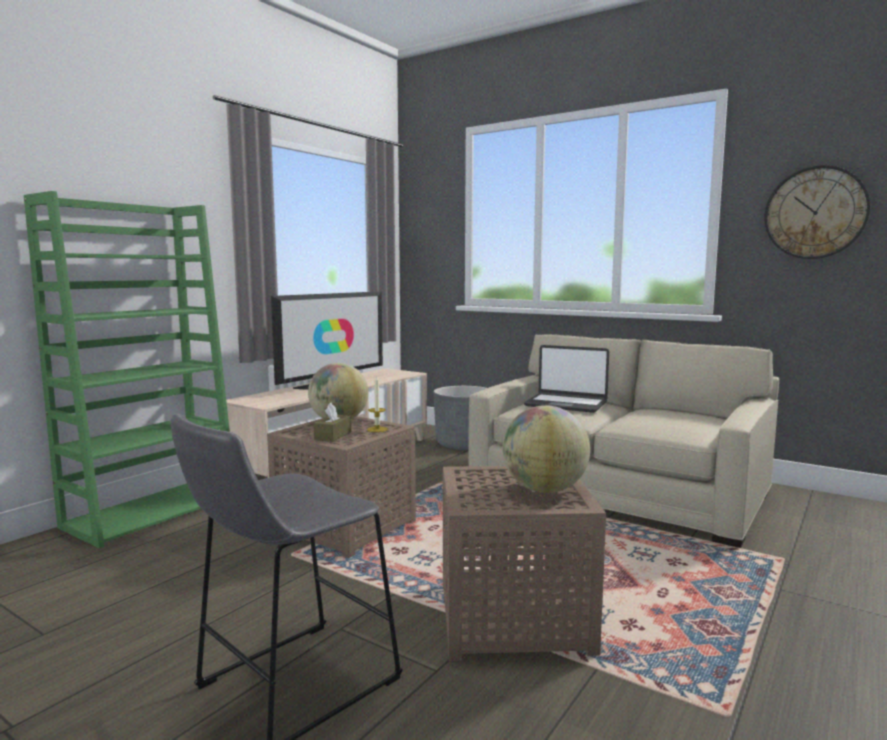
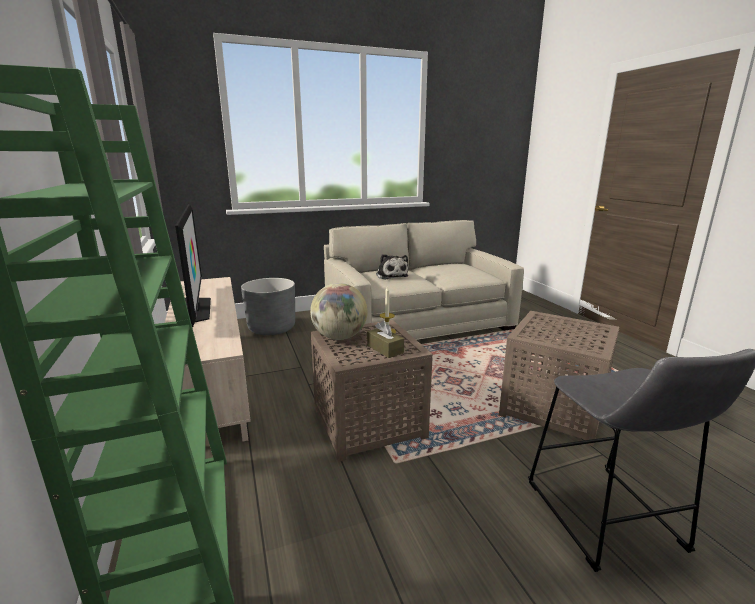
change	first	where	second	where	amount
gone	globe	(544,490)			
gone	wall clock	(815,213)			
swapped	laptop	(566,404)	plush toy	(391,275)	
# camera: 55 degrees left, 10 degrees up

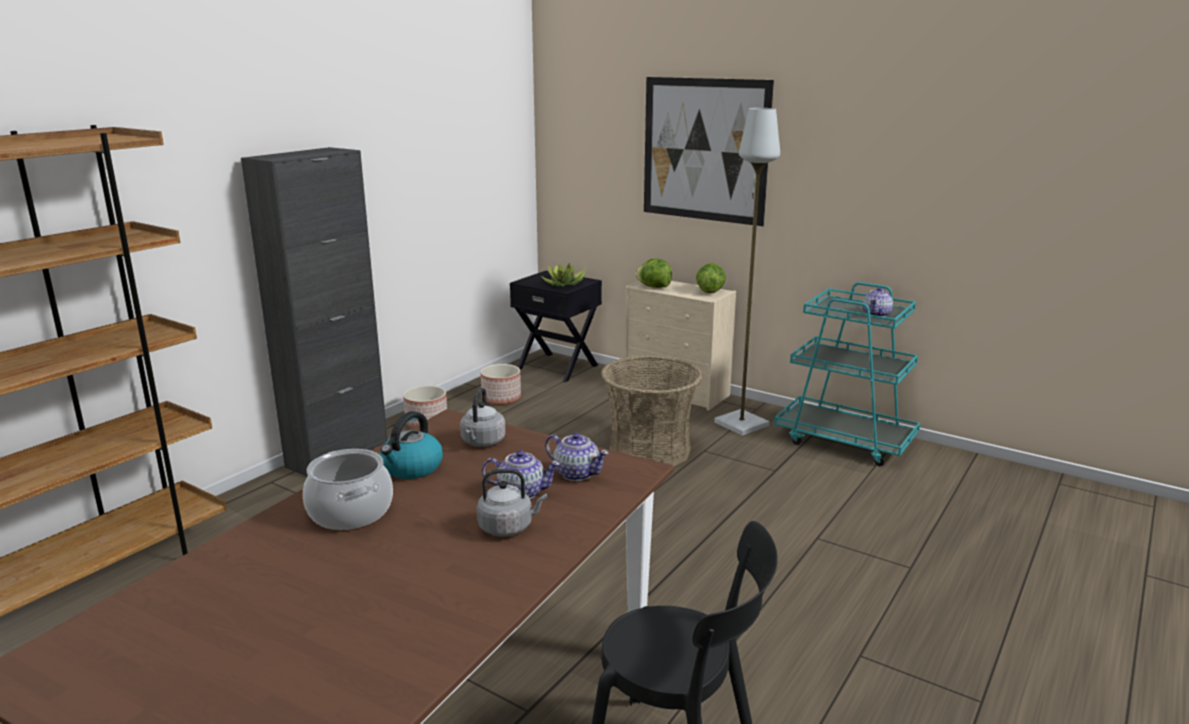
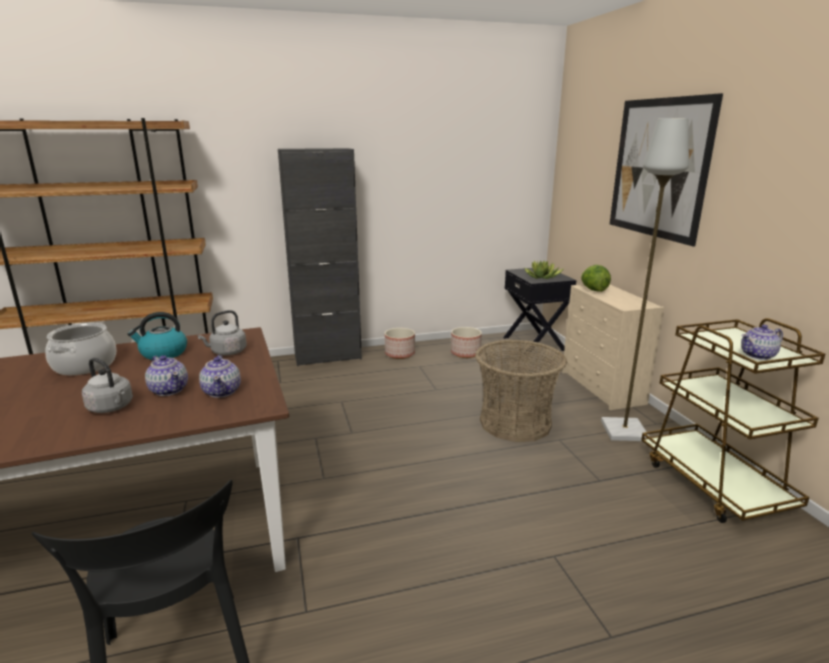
change	first	where	second	where	amount
gone	lettuce	(710,292)			
repainted	cart (turquoise)	(845,441)	cart (brown)	(713,483)	
# camera: 40 degrees right, 0 degrees up

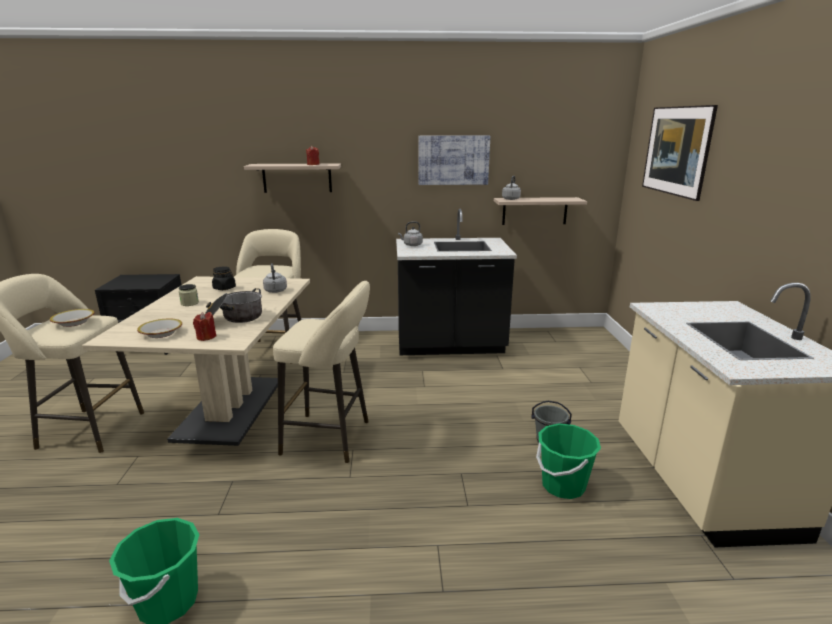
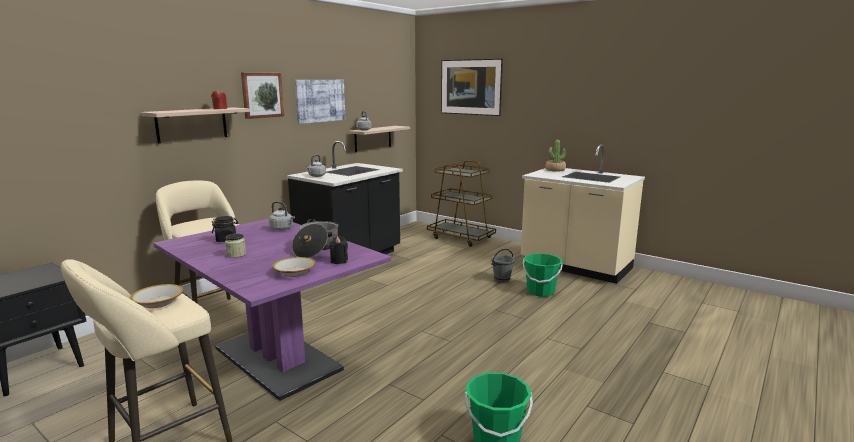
change	first	where	second	where	amount
gone	stool (beige)	(331,438)			
new			picture	(262,95)	
new			cart (brown)	(461,238)	
new			potted plant	(555,170)	
repainted	dining table (beige)	(230,408)	dining table (purple)	(277,359)	
repainted	candle (red)	(206,337)	candle (black)	(339,261)	
# camera: 50 degrees left, 5 degrees down

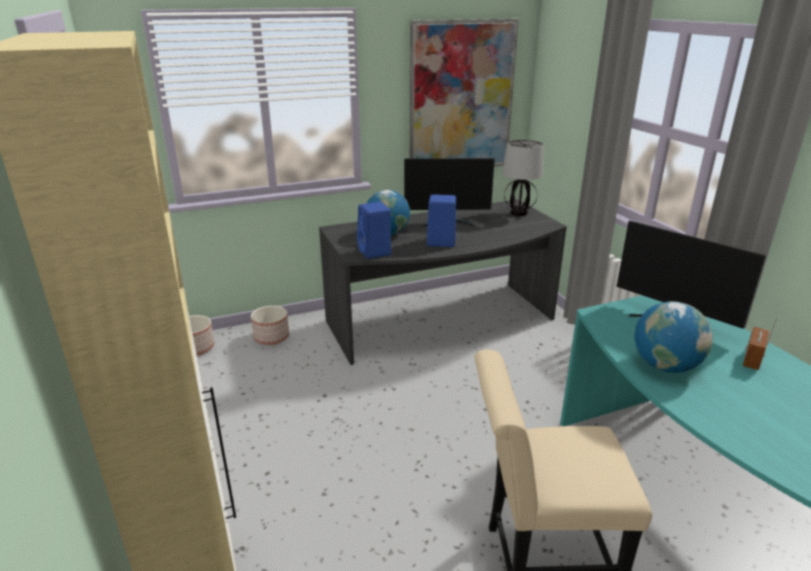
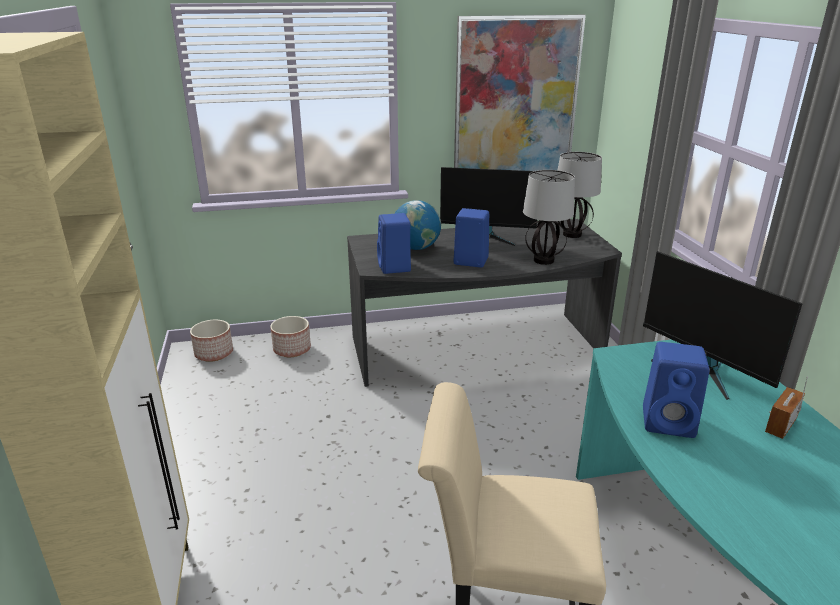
change	first	where	second	where	amount
new			table lamp	(543,260)	
swapped	globe	(665,366)	speaker (blue)	(670,422)	
# camera: 10 degrees right, 0 degrees up

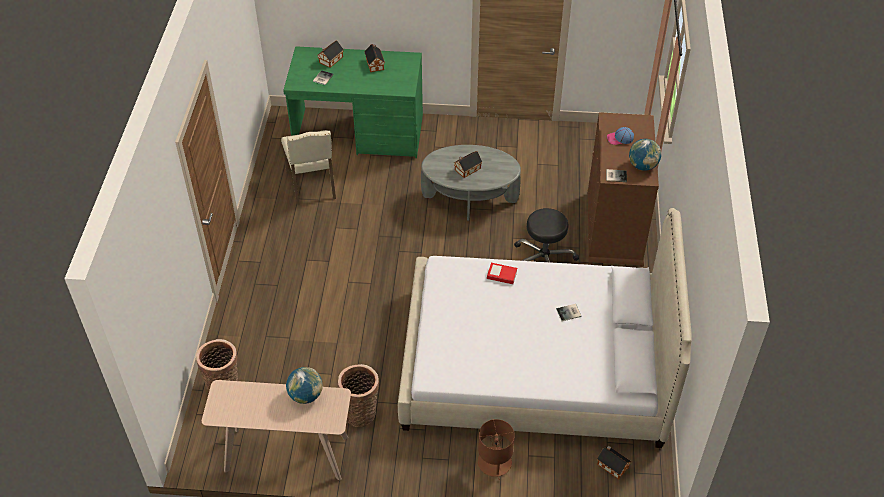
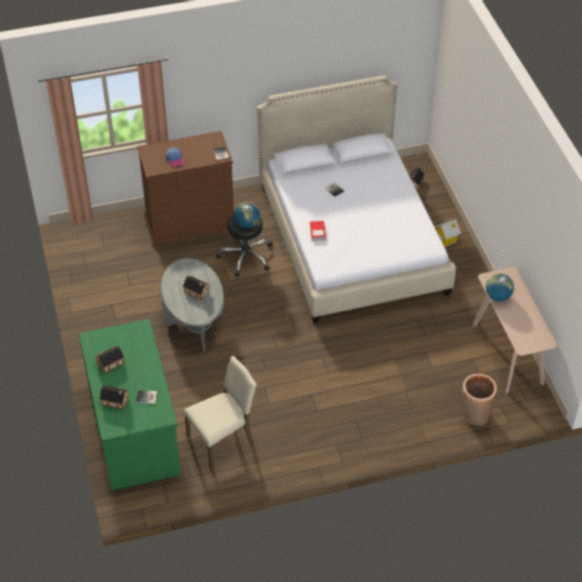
change	first	where	second	where	amount
gone	basket	(361,412)			
shifted	globe	(642,166)		(247,224)	
swapped	table lamp (brown)	(494,462)	toy house	(446,240)	
# camera: 110 degrees left, 0 degrees up

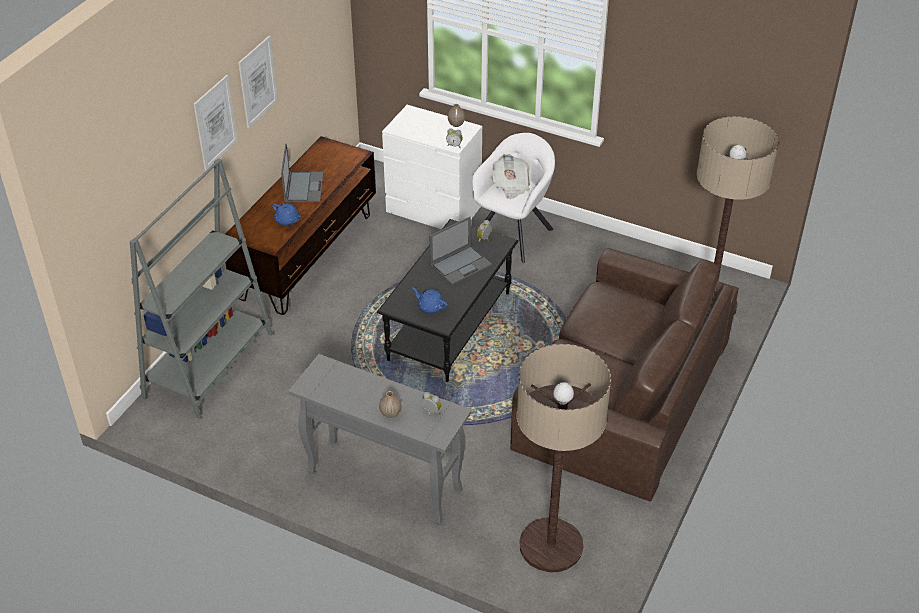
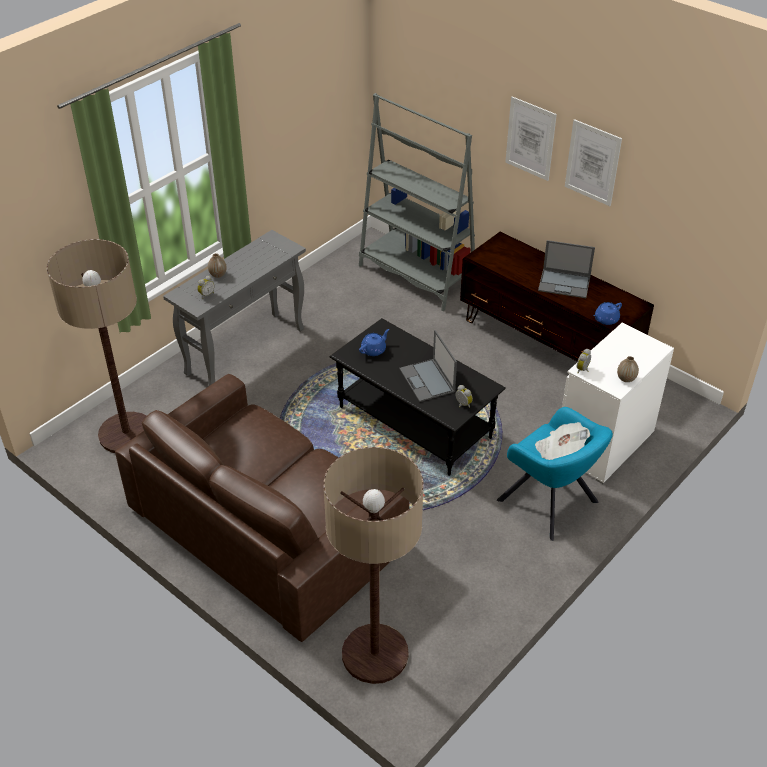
change	first	where	second	where	amount
shifted	teapot (blue)	(287,220)		(606,320)	
repainted	armchair (white)	(513,233)	armchair (turquoise)	(551,503)	
# camera: 105 degrees right, 0 degrees up

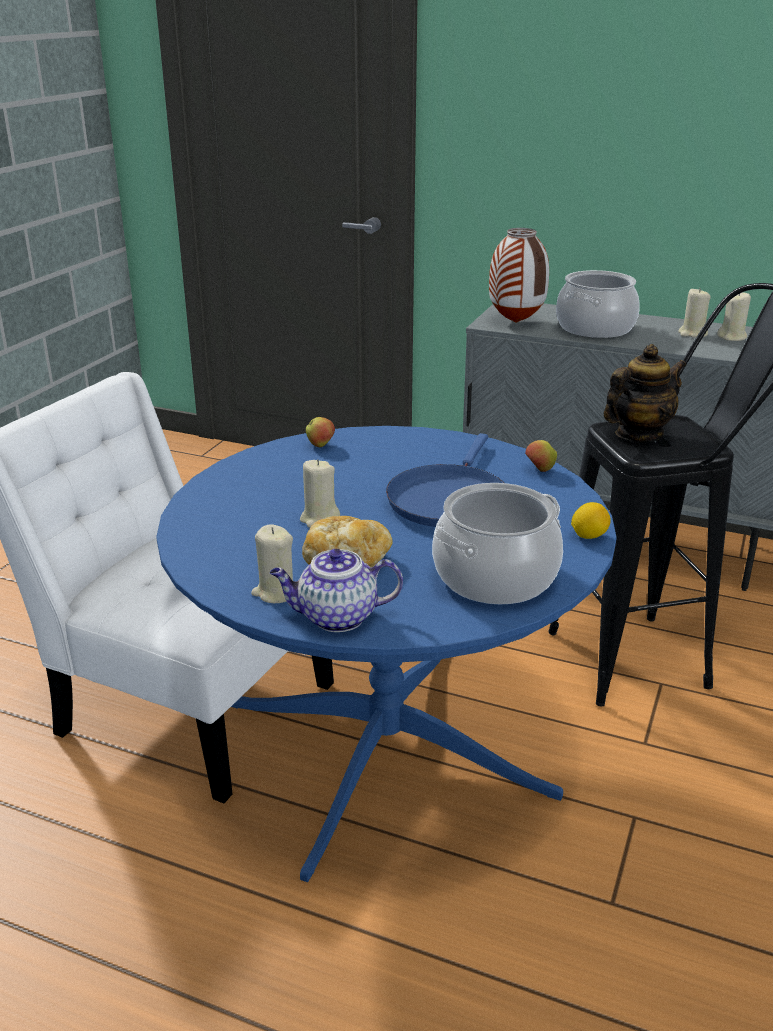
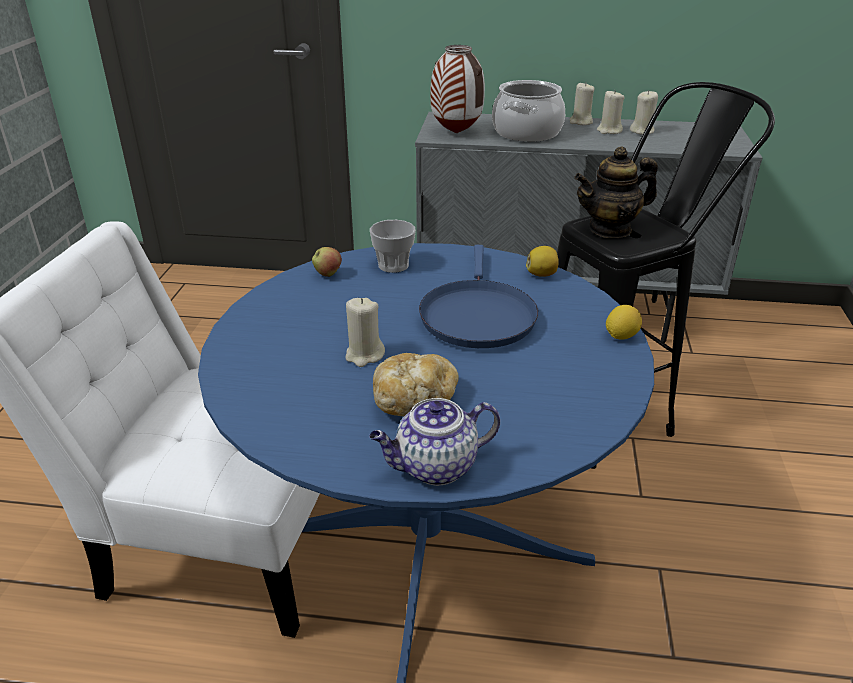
change	first	where	second	where	amount
gone	cooking pot	(495,577)			
new			cup	(393,265)	
shifted	candle (beige)	(275,592)		(580,122)	
swapped	apple	(539,470)	lemon	(542,274)	
rotated	teapot	(638,434)		(610,229)	150 degrees counterclockwise
# camera: 15 degrees left, 5 degrees up

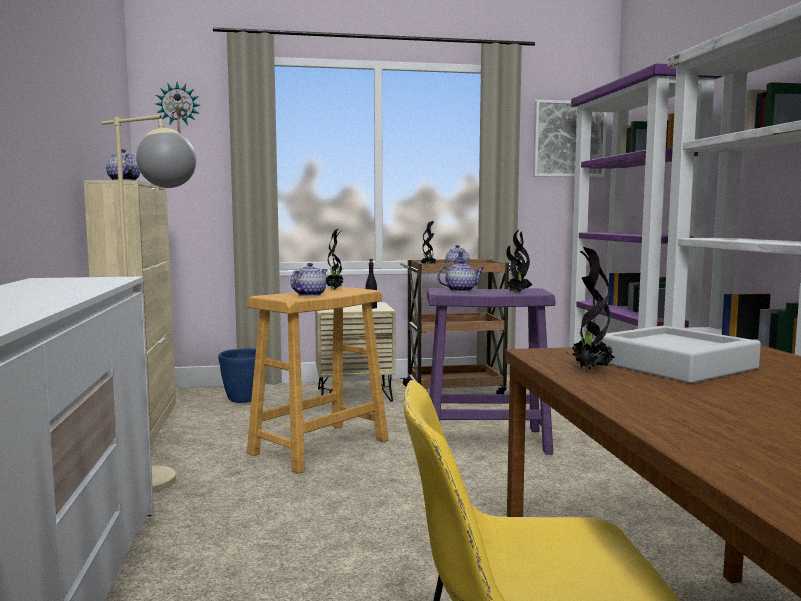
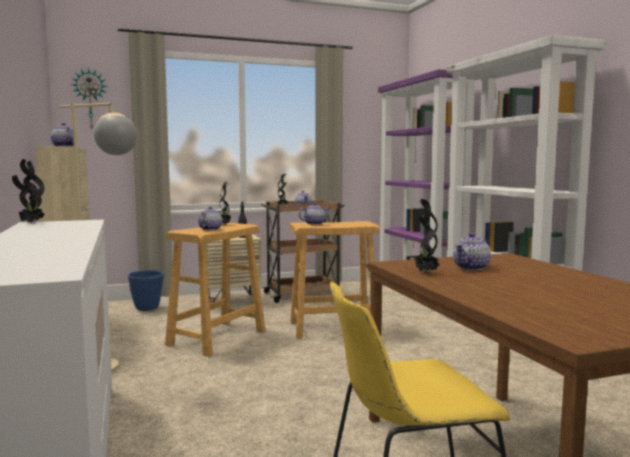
change	first	where	second	where	amount
gone	picture	(568,139)			
shifted	potted plant	(517,293)		(31,223)	
swapped	tray (grey)	(674,365)	teapot	(471,268)	
repainted	stool (purple)	(487,441)	stool (beige)	(334,327)	
# camera: 10 degrees left, 0 degrees up

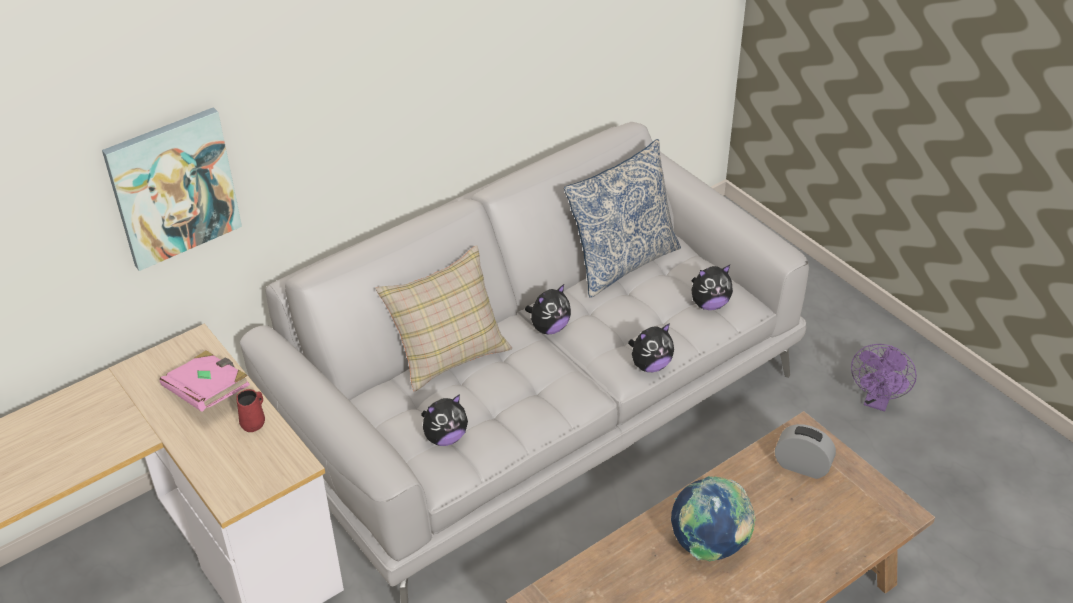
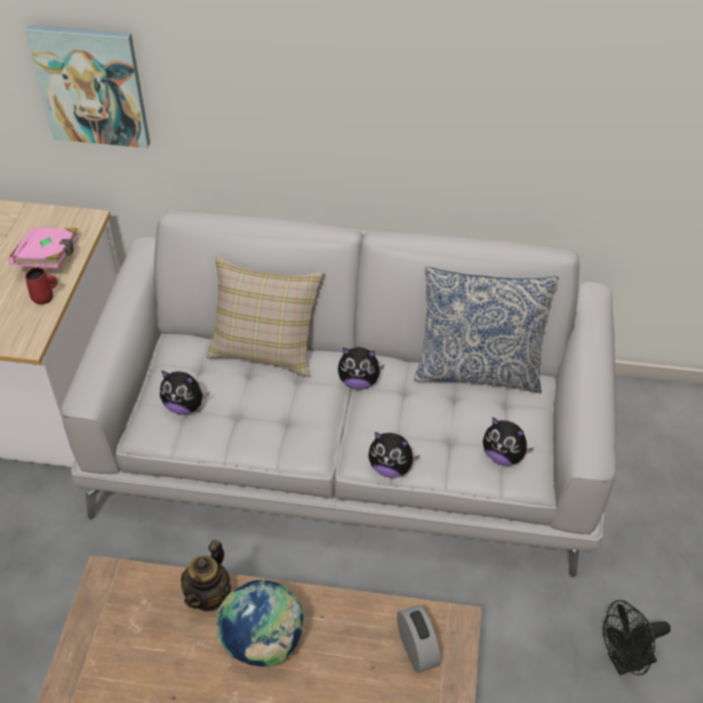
change	first	where	second	where	amount
new			teapot	(209,595)	
repainted	fan (purple)	(877,401)	fan (black)	(625,661)	
# camera: 45 degrees right, 5 degrees up

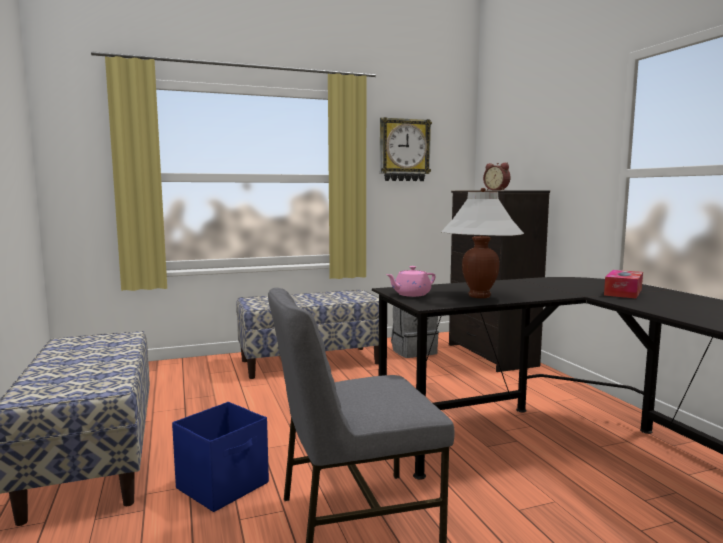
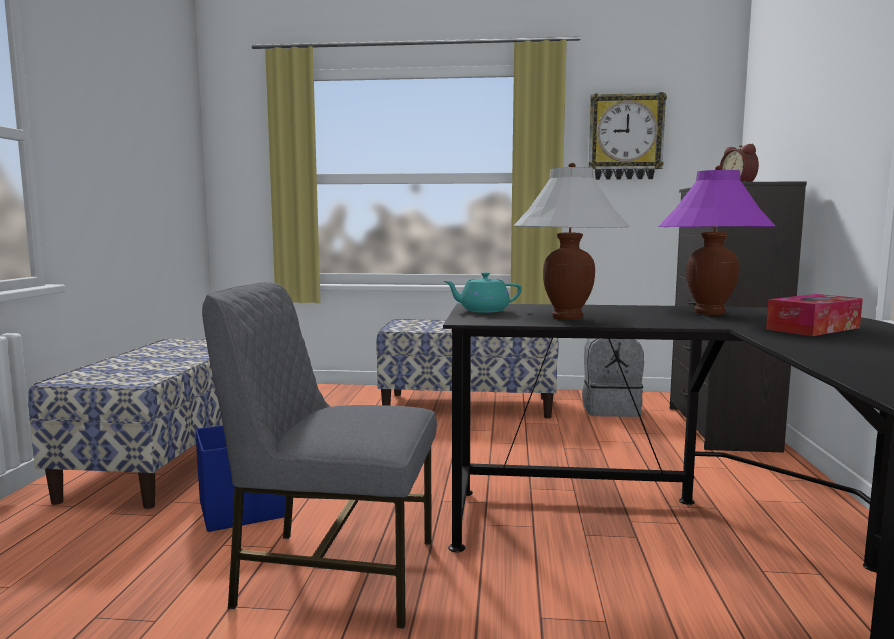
change	first	where	second	where	amount
new			table lamp (purple)	(710,313)	
repainted	teapot (pink)	(411,294)	teapot (turquoise)	(483,311)	
# camera: 25 degrees right, 0 degrees up

